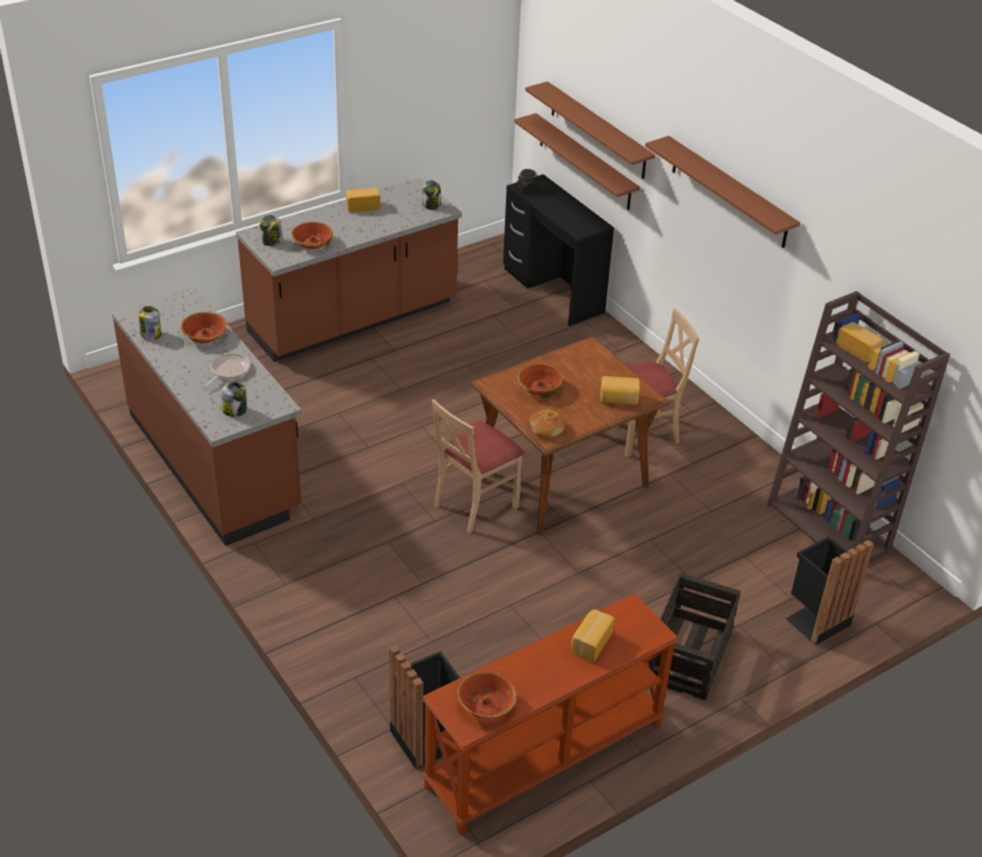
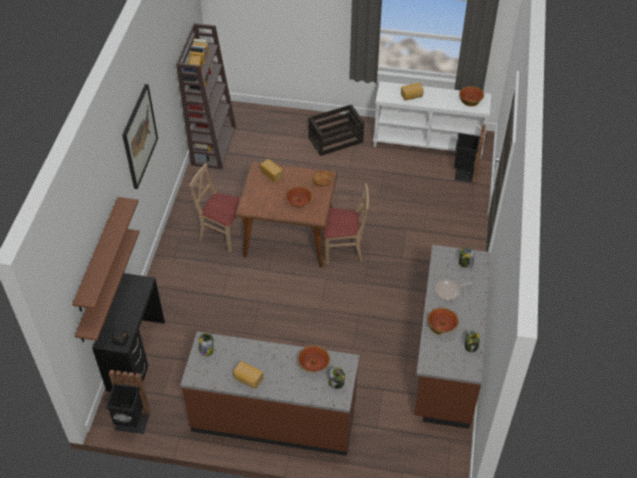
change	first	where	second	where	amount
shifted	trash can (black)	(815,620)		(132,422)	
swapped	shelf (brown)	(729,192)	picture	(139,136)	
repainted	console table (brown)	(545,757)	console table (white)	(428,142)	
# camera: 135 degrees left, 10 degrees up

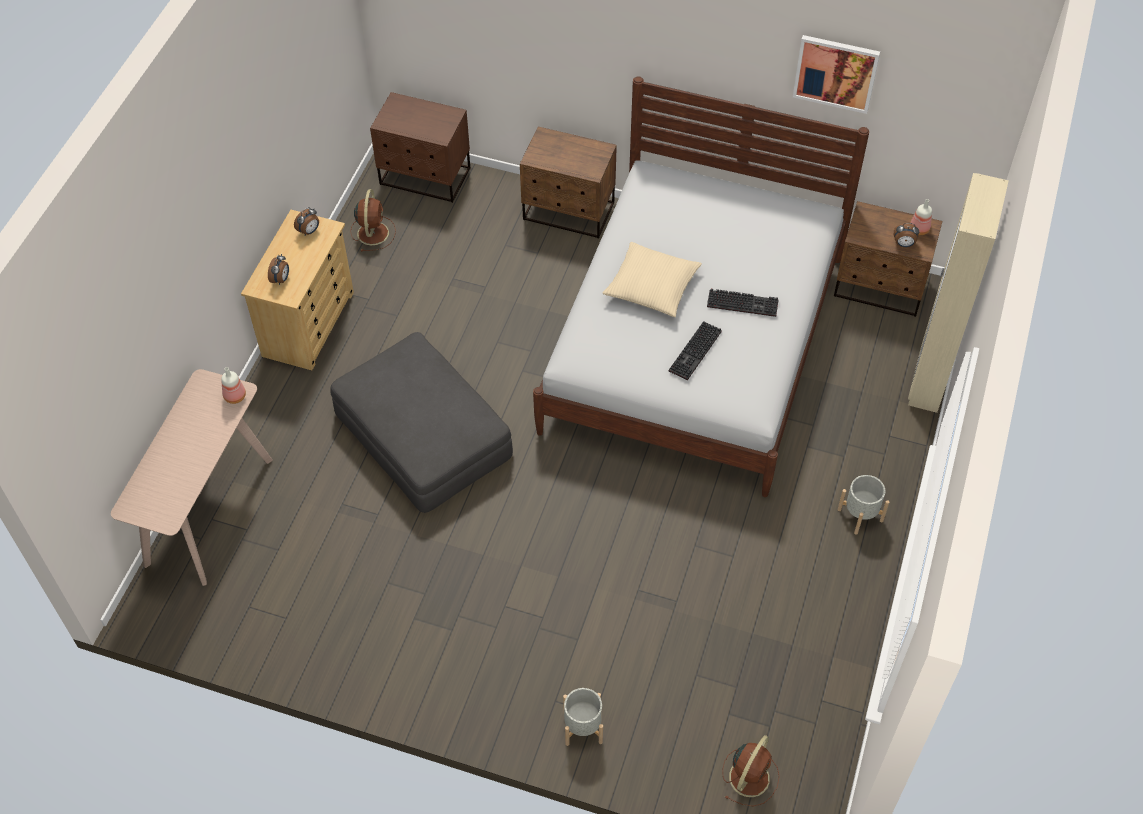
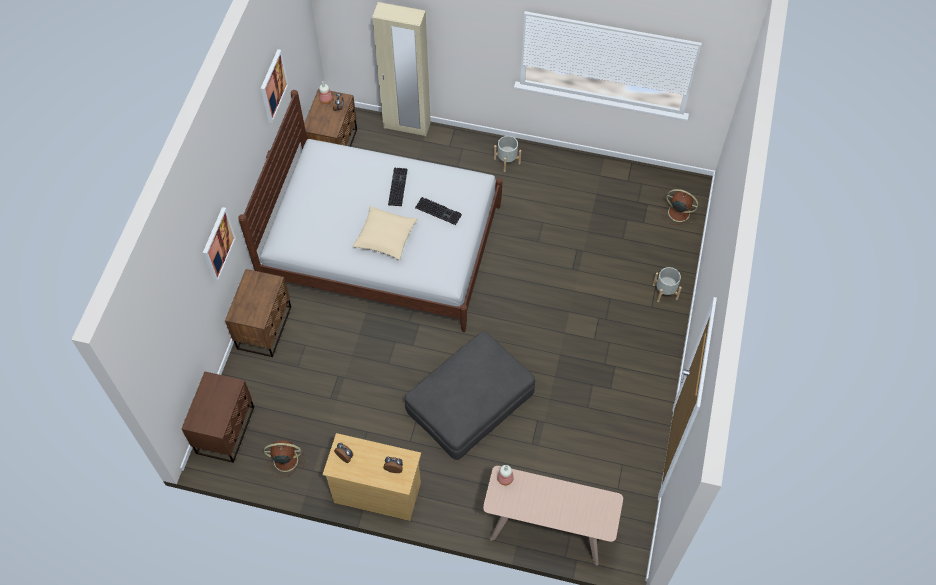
change	first	where	second	where	amount
new			picture	(217,244)	
# camera: 95 degrees left, 5 degrees up

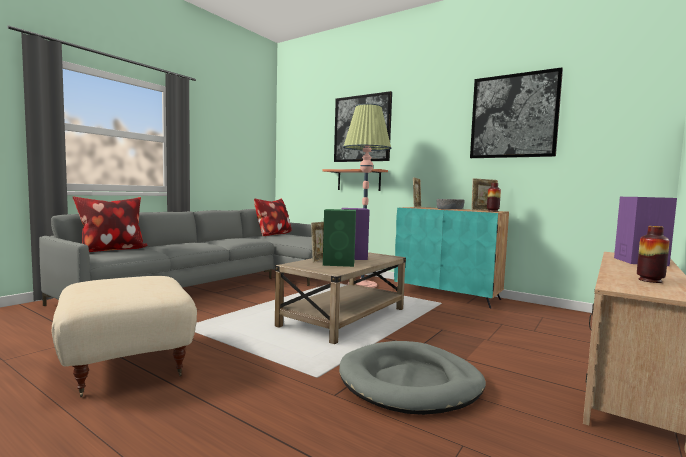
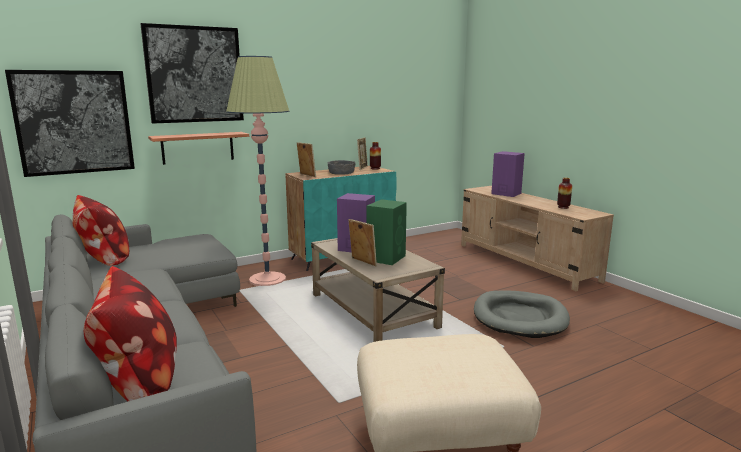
change	first	where	second	where	amount
shifted	picture	(513,116)		(74,122)	
# camera: 65 degrees left, 10 degrees up

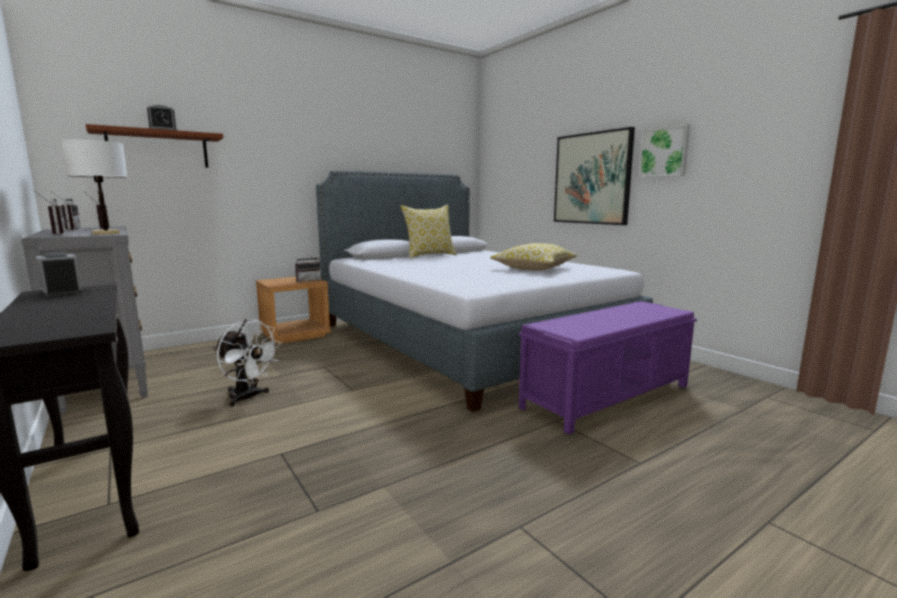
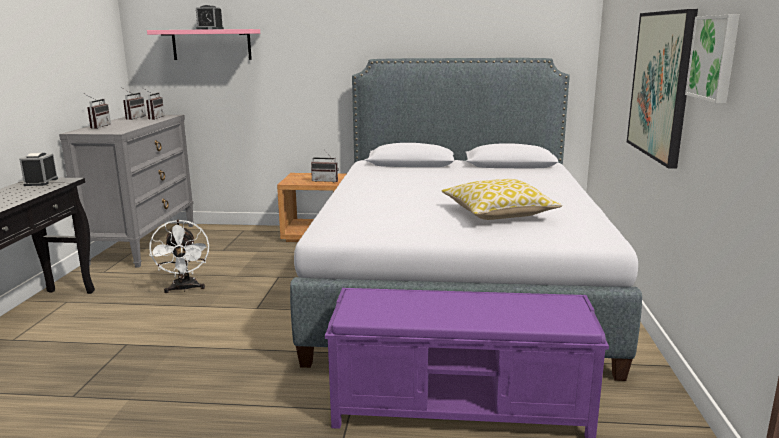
change	first	where	second	where	amount
gone	table lamp (white)	(106,233)			
gone	pillow	(430,255)			
repainted	shelf (brown)	(158,149)	shelf (pink)	(211,44)	
# camera: 40 degrees right, 5 degrees up

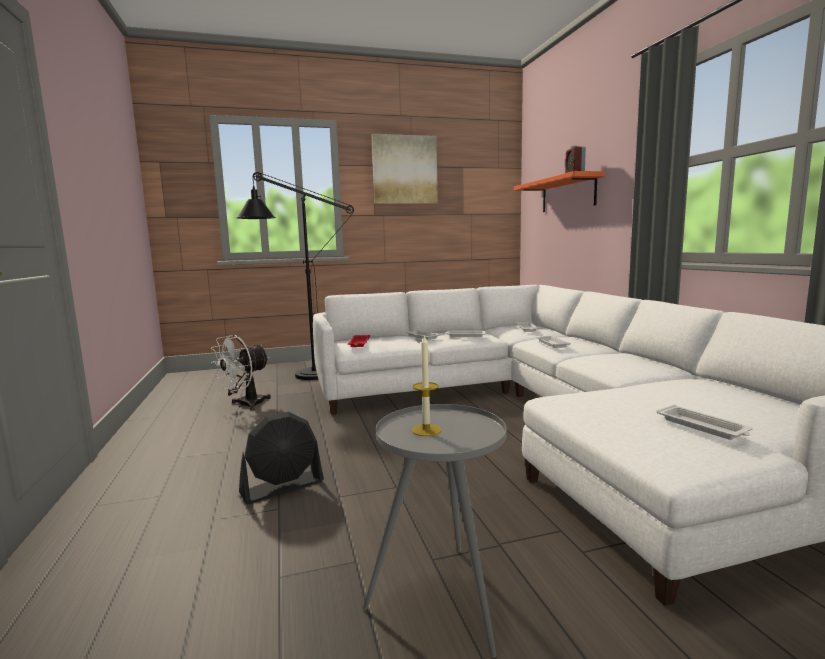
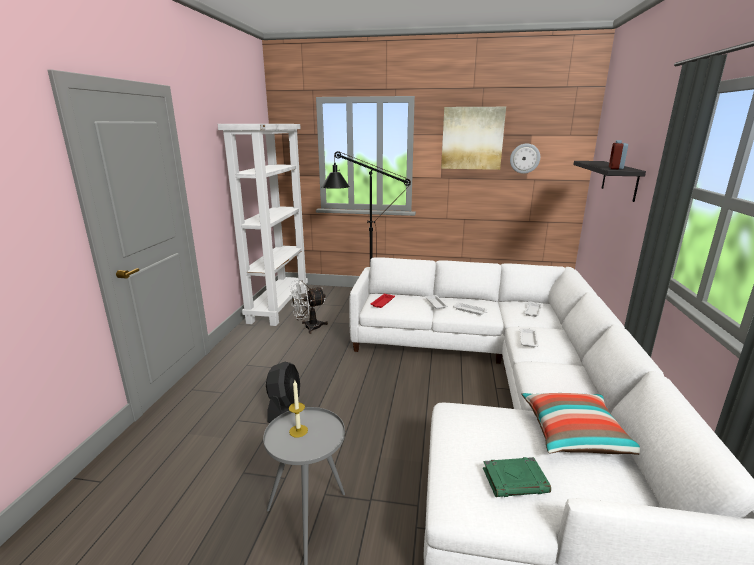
change	first	where	second	where	amount
new			bookcase (white)	(278,305)	
new			wall clock	(524,158)	
new			pillow	(575,435)	
swapped	tray (white)	(703,427)	book (green)	(515,480)	
repainted	shelf (orange)	(568,194)	shelf (black)	(619,180)	
rotated	fan (black)	(282,487)		(284,408)	75 degrees counterclockwise
# camera: 25 degrees right, 10 degrees up

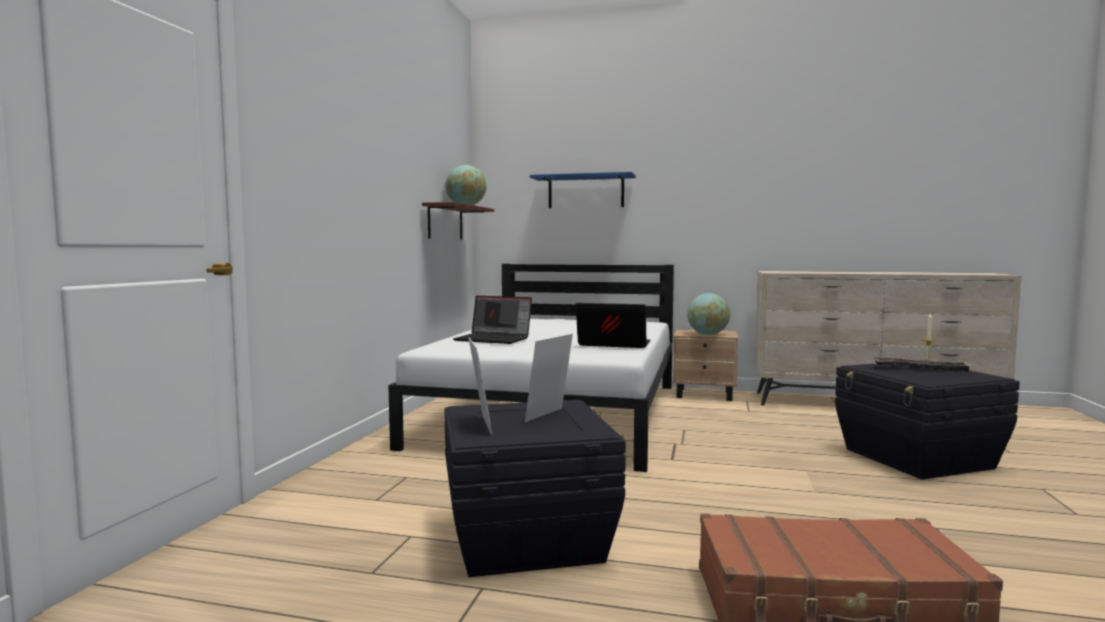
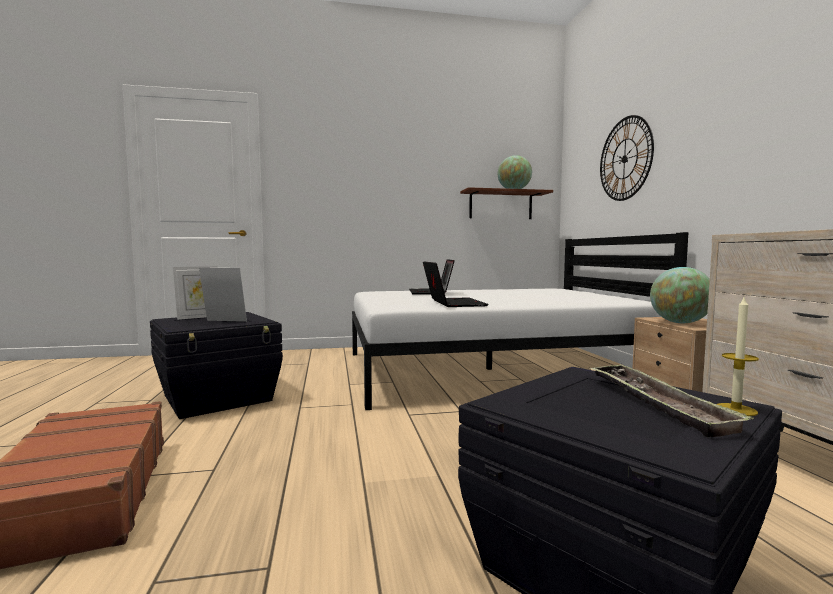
change	first	where	second	where	amount
swapped	shelf (blue)	(586,192)	wall clock	(625,159)	
# camera: 65 degrees right, 0 degrees up

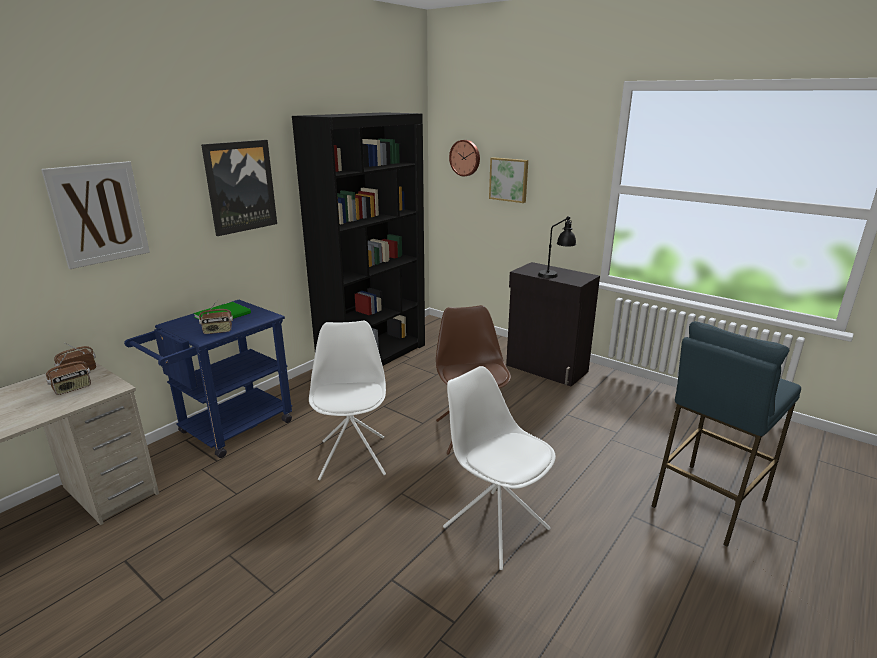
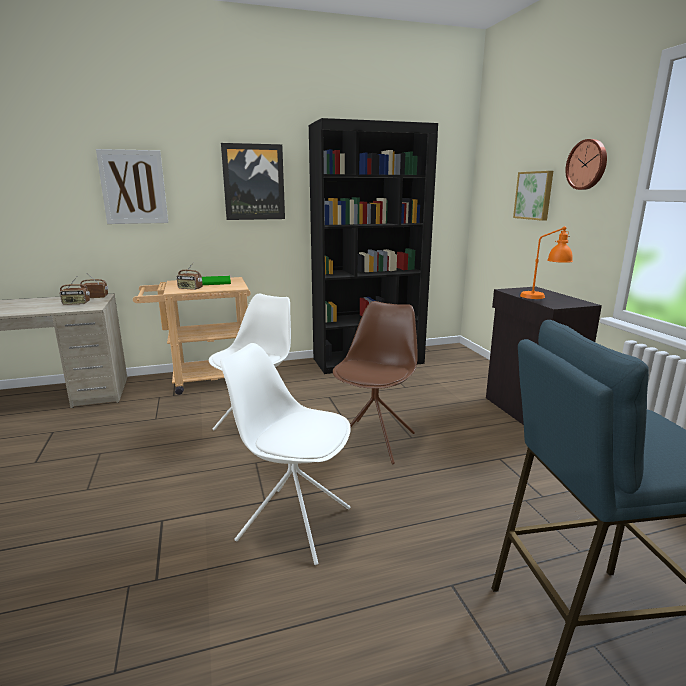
change	first	where	second	where	amount
shifted	wall clock	(465,158)		(587,164)	
repainted	cart (blue)	(228,431)	cart (beige)	(204,380)	
repainted	table lamp (black)	(555,274)	table lamp (orange)	(543,297)	
rotated	chair (white)	(495,527)		(293,523)	60 degrees counterclockwise
# camera: 35 degrees right, 5 degrees down

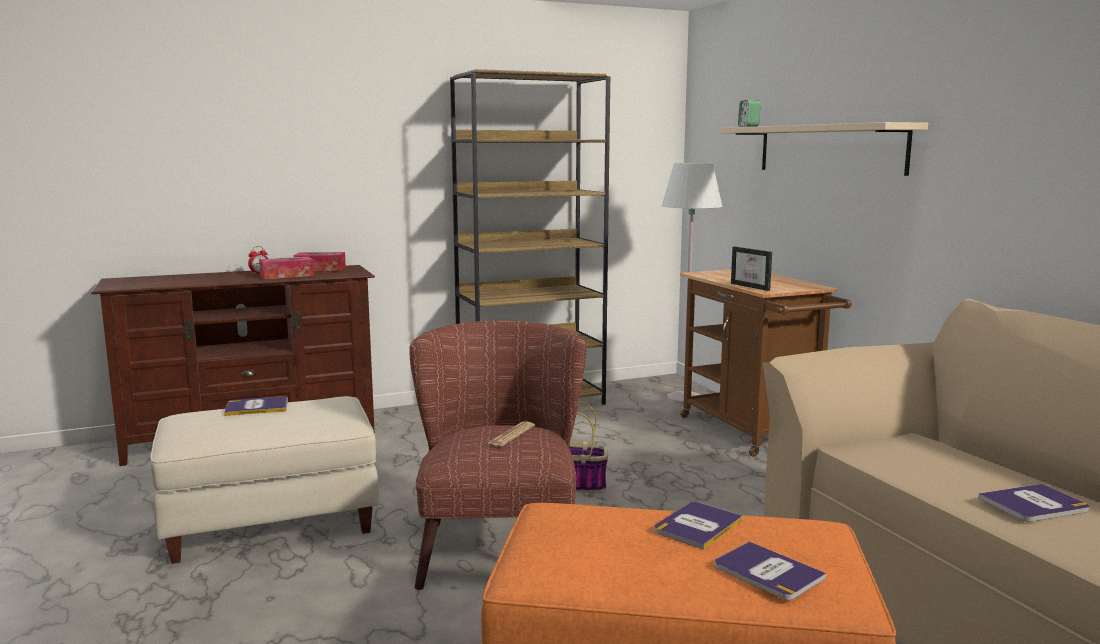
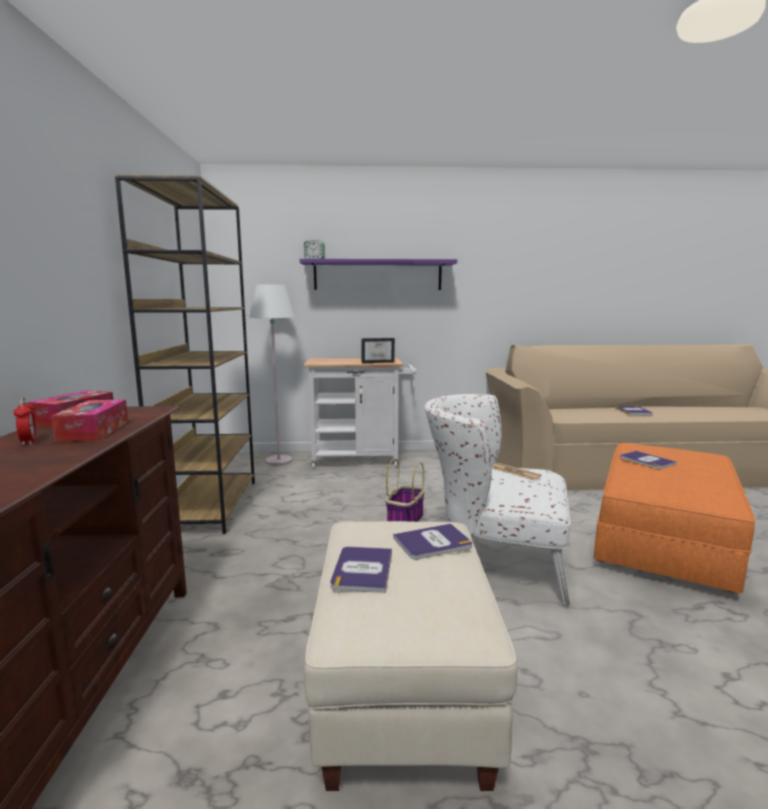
change	first	where	second	where	amount
shifted	book	(767,572)		(432,542)	
repainted	armchair (brown)	(500,543)	armchair (white)	(493,562)	
repainted	cart (brown)	(753,434)	cart (white)	(361,459)	
repainted	shelf (beige)	(829,149)	shelf (purple)	(377,275)	
# camera: 70 degrees left, 0 degrees up

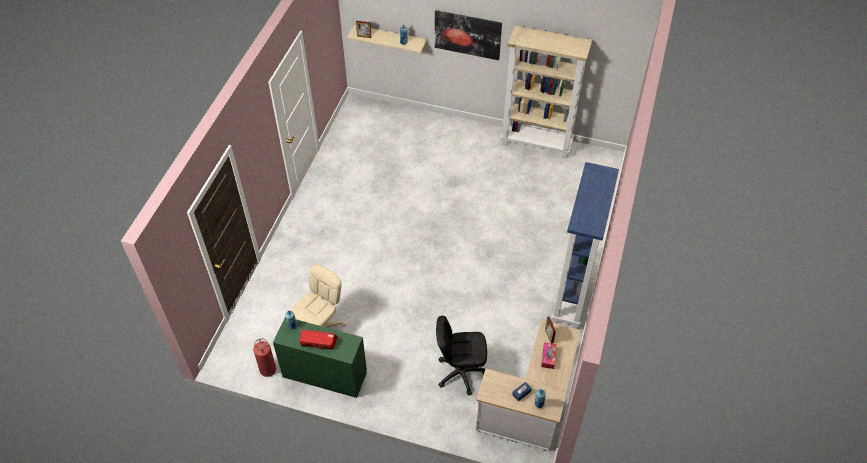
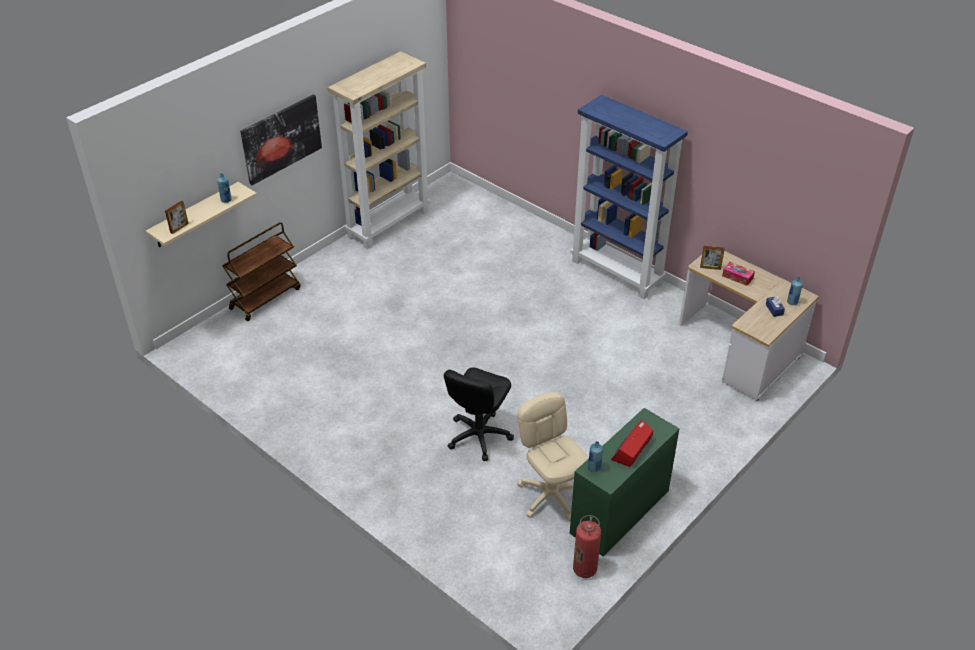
change	first	where	second	where	amount
new			cart (brown)	(265,298)	
shifted	office chair (black)	(460,372)		(478,436)	
# camera: 65 degrees left, 10 degrees down

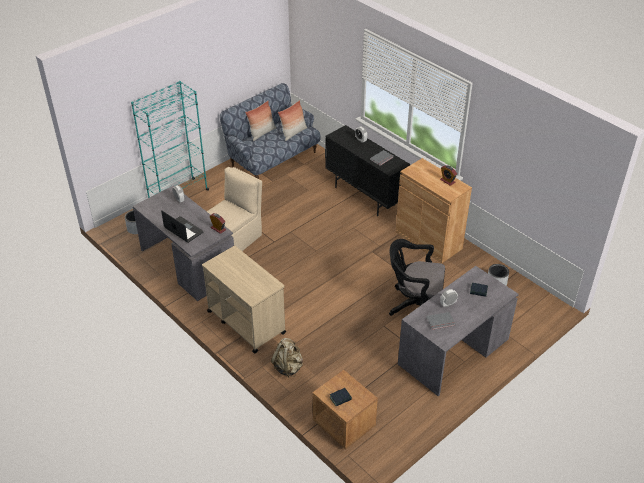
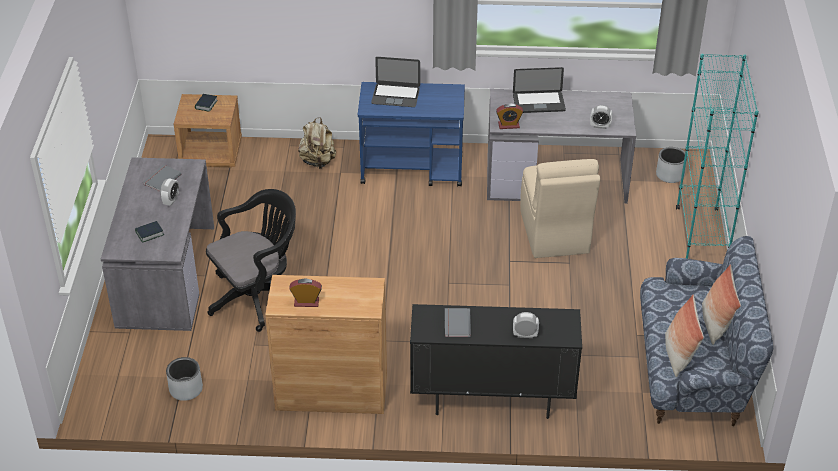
change	first	where	second	where	amount
new			laptop	(395,95)	
repainted	cart (beige)	(246,322)	cart (blue)	(413,169)	
# camera: 135 degrees right, 0 degrees up

